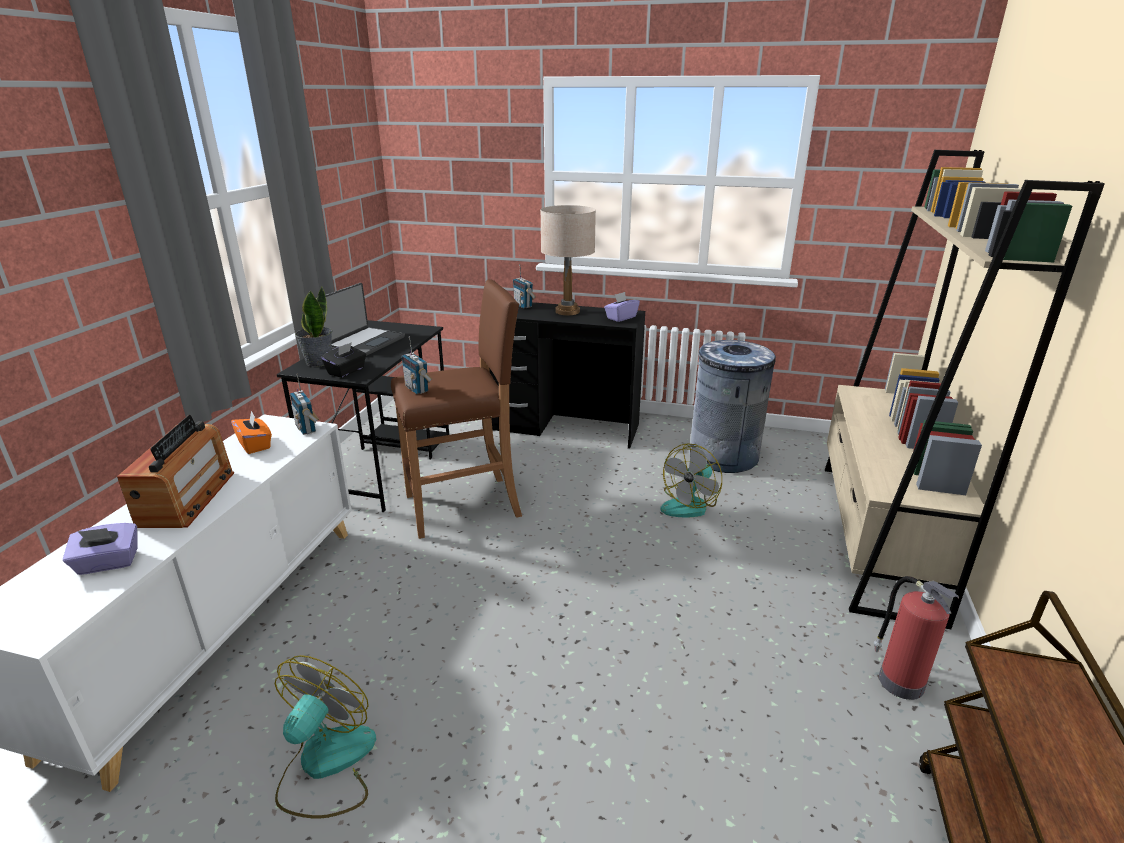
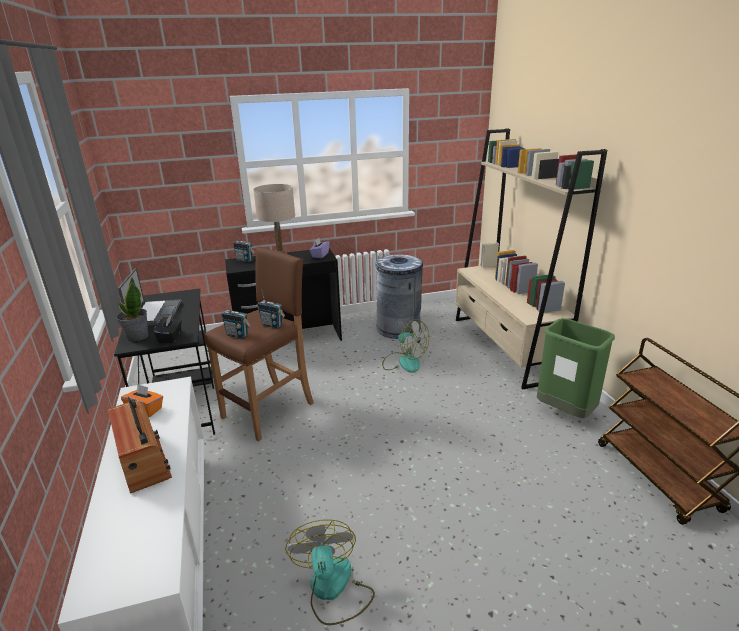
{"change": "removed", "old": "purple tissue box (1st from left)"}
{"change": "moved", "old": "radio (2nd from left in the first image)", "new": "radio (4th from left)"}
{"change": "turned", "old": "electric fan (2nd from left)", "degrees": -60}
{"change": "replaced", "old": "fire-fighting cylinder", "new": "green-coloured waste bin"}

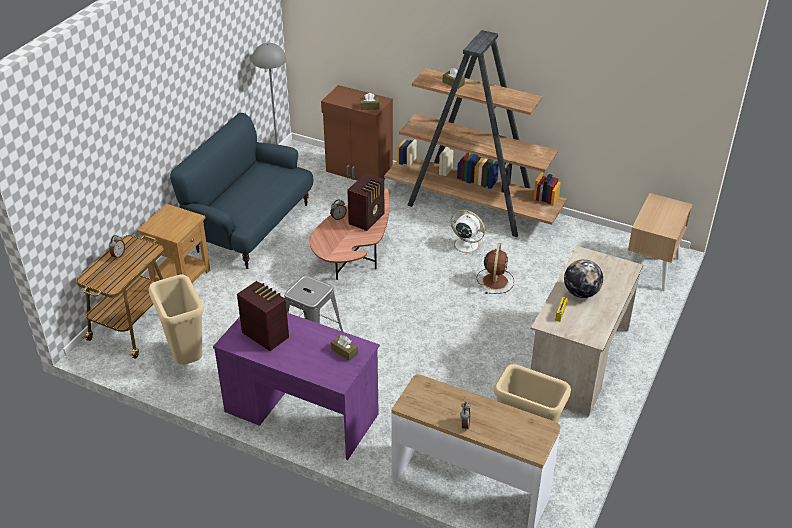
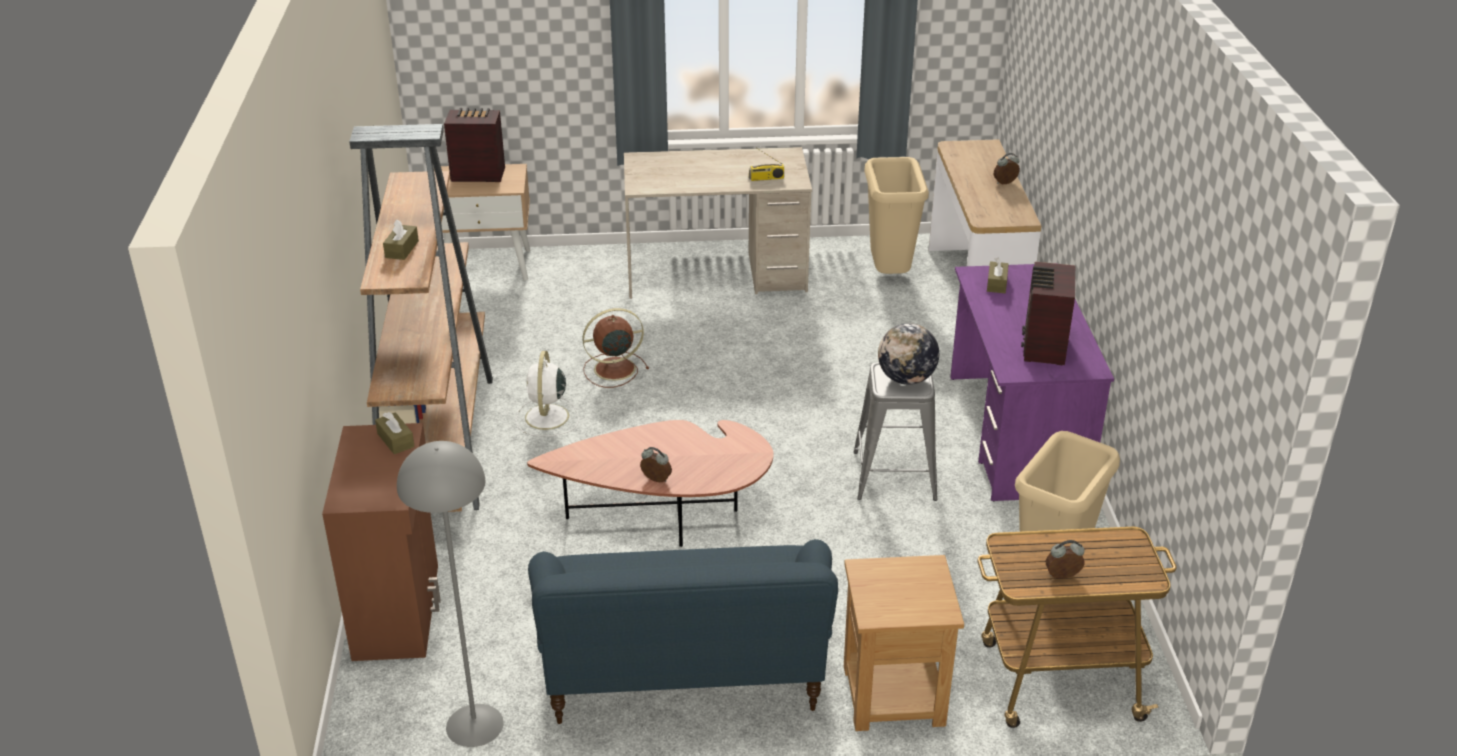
{"change": "moved", "old": "radio (2nd from left in the first image)", "new": "radio (1st from left)"}
{"change": "moved", "old": "world globe"}

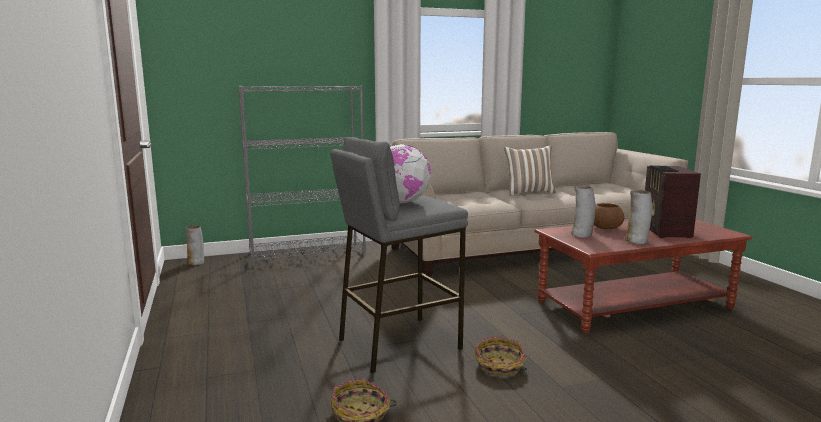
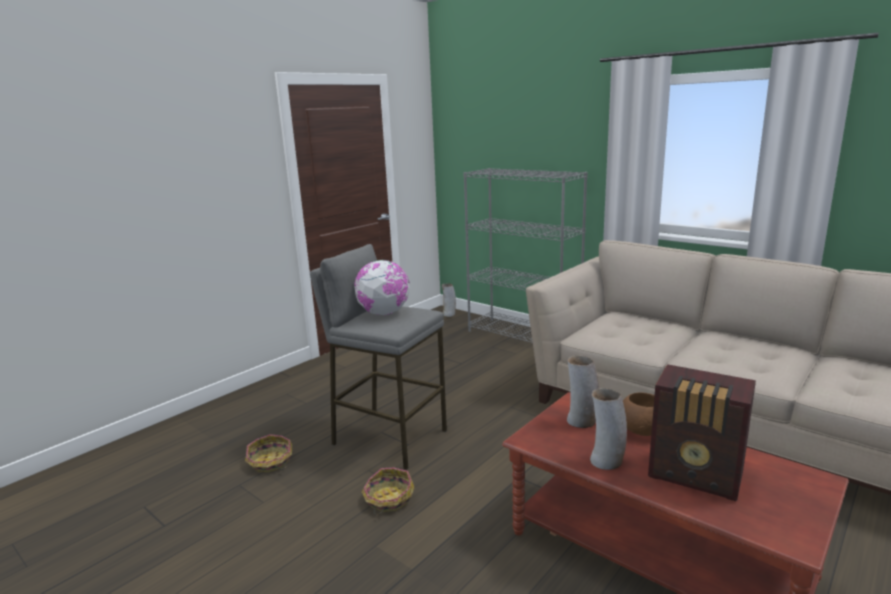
{"change": "removed", "old": "pillow"}
{"change": "turned", "old": "radio", "degrees": -120}

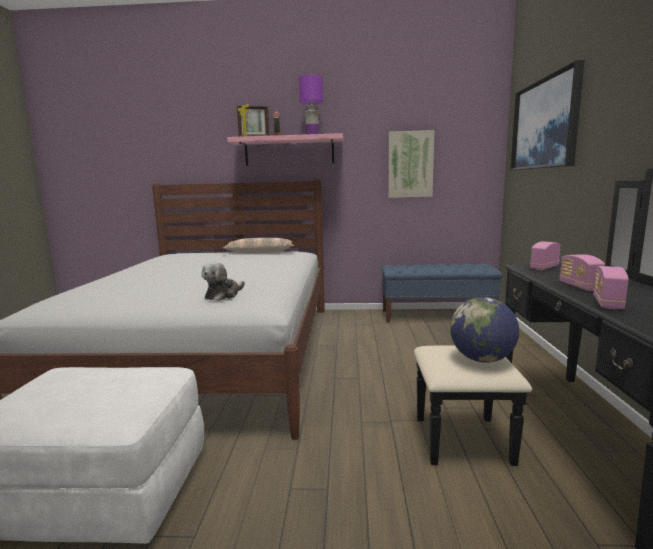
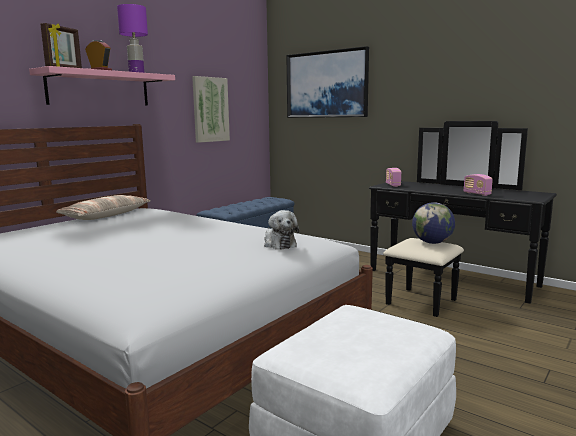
{"change": "removed", "old": "radio (2nd from left)"}

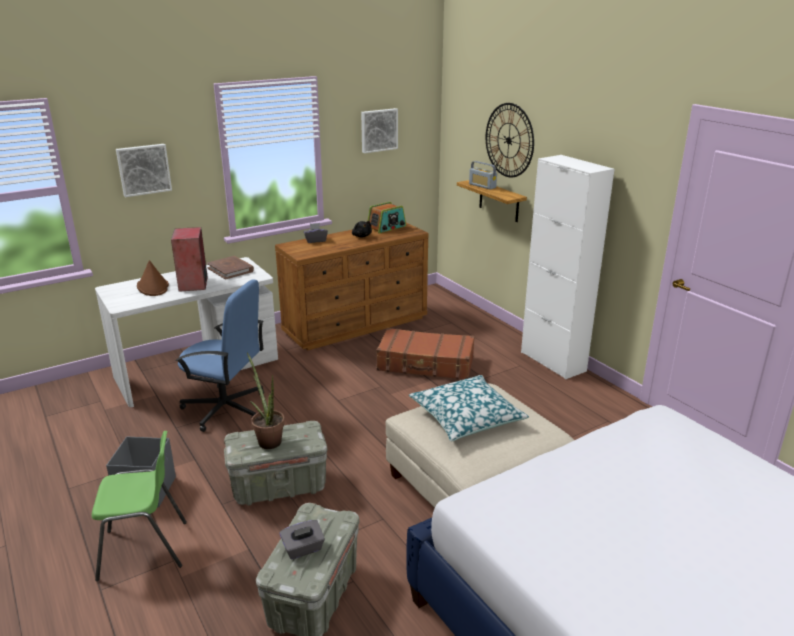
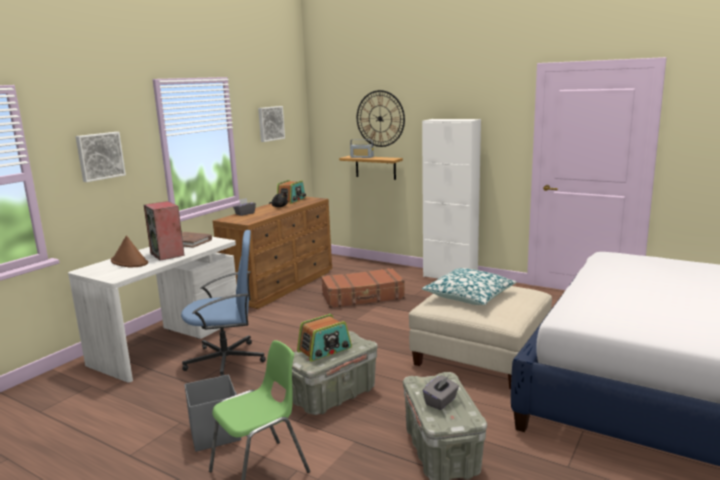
{"change": "replaced", "old": "houseplant", "new": "radio (2nd from left)"}

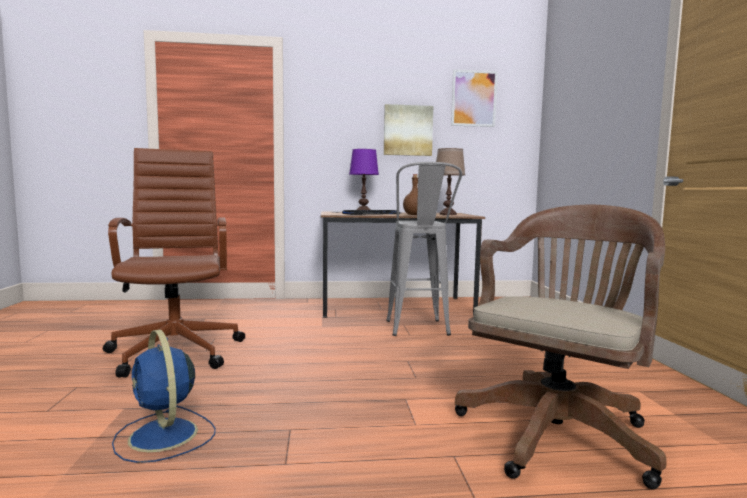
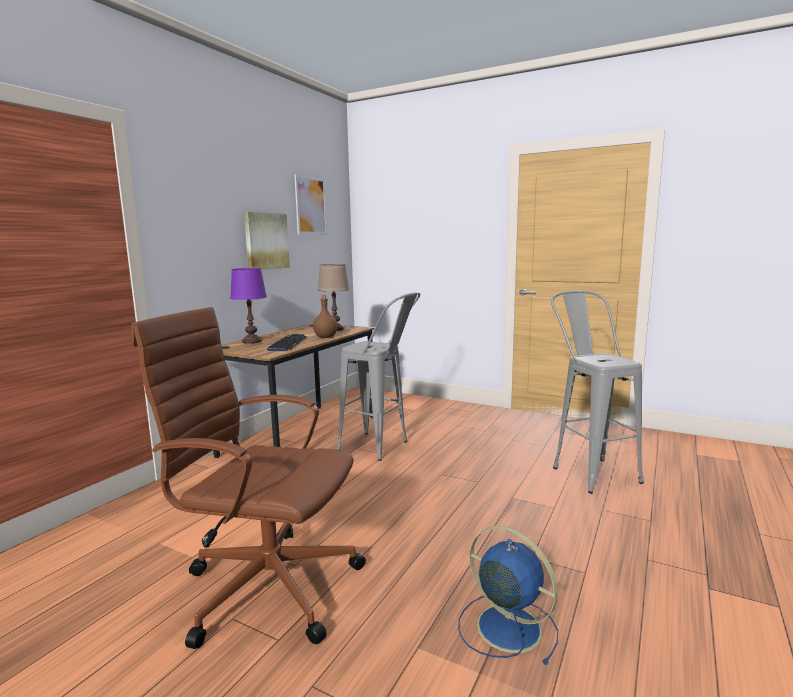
{"change": "turned", "old": "blue-coloured electric fan", "degrees": -135}
{"change": "replaced", "old": "brownish office chair (2nd from left)", "new": "gray stool (2nd from left)"}

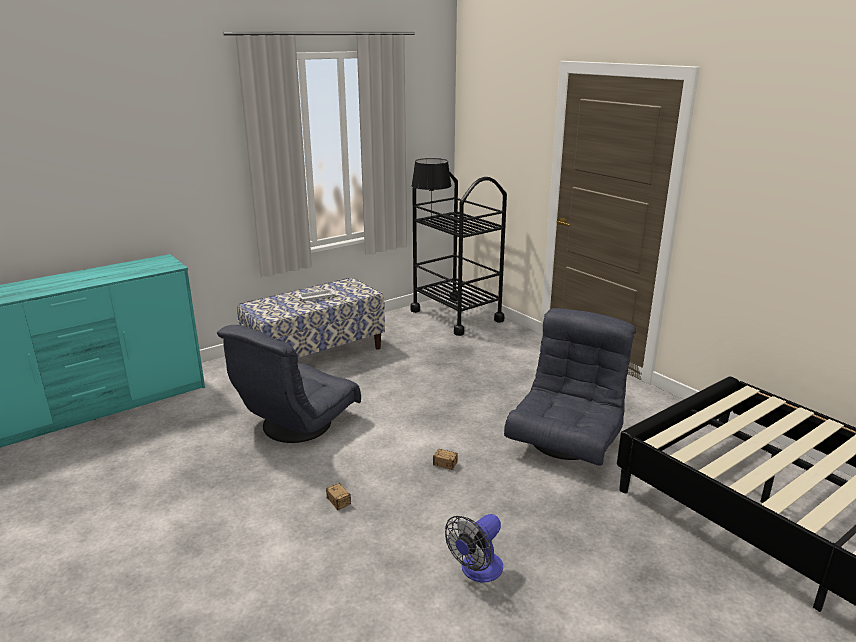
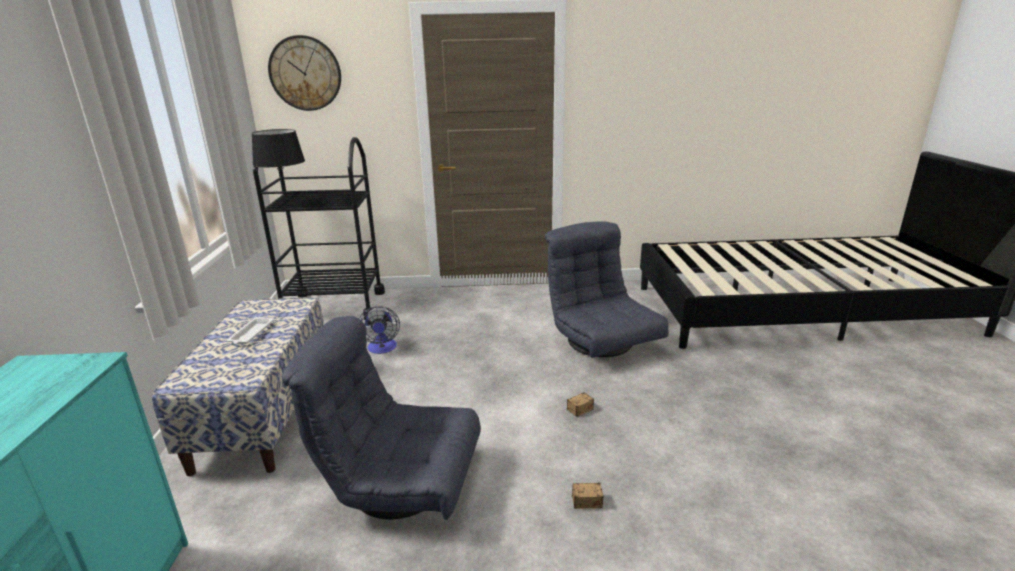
{"change": "turned", "old": "gray armchair (1st from left)", "degrees": 120}
{"change": "moved", "old": "electric fan"}
{"change": "added", "new": "clock on the wall"}

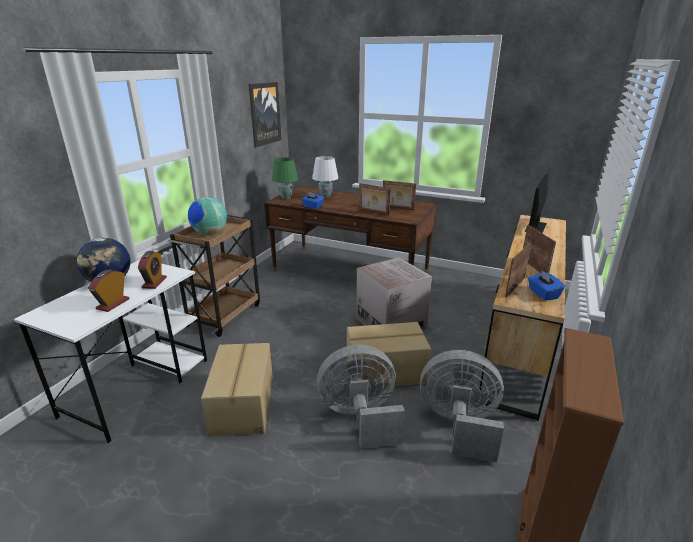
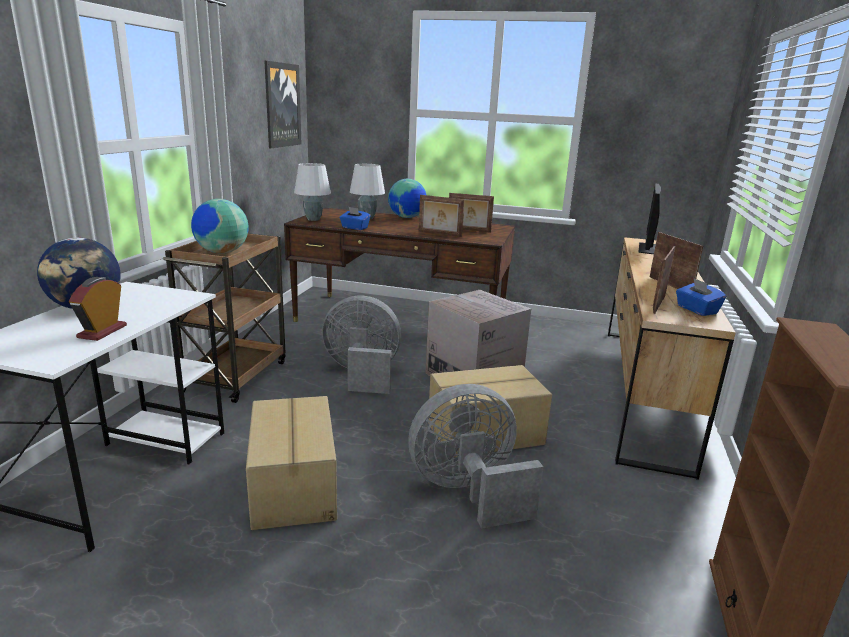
{"change": "removed", "old": "bedside clock (2nd from left)"}
{"change": "recoloured", "old": "green-coloured tabletop lamp", "new": "white-coloured tabletop lamp (1st from left)"}
{"change": "moved", "old": "gray electric fan (2nd from left in the first image)", "new": "gray electric fan (1st from left)"}
{"change": "added", "new": "world globe (3rd from left)"}

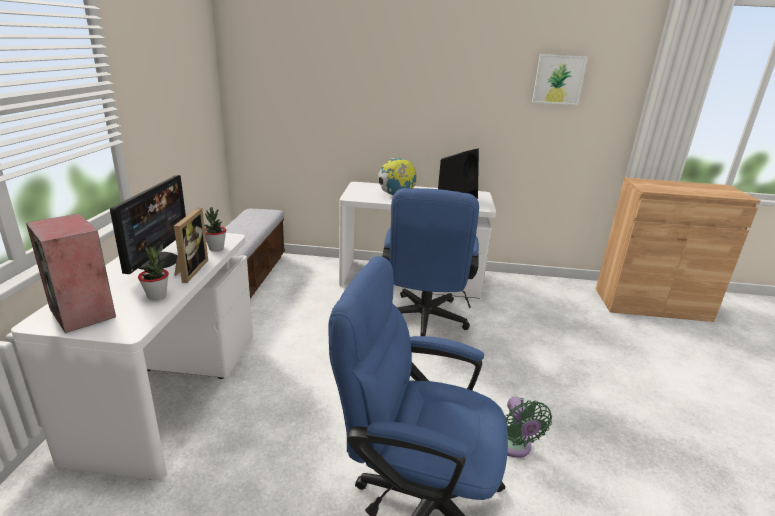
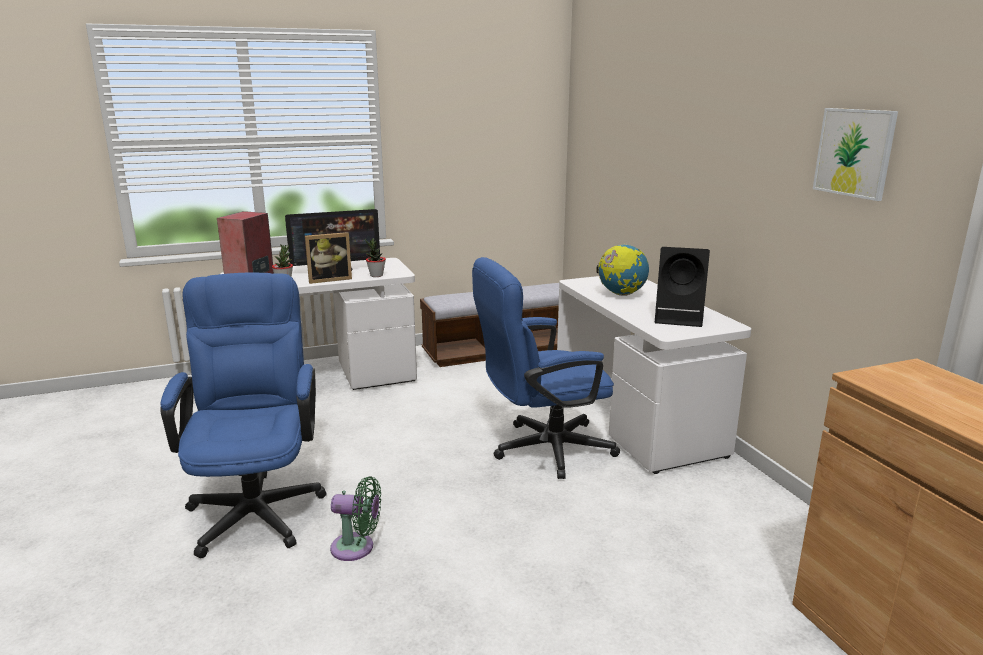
{"change": "turned", "old": "green-coloured electric fan", "degrees": -135}

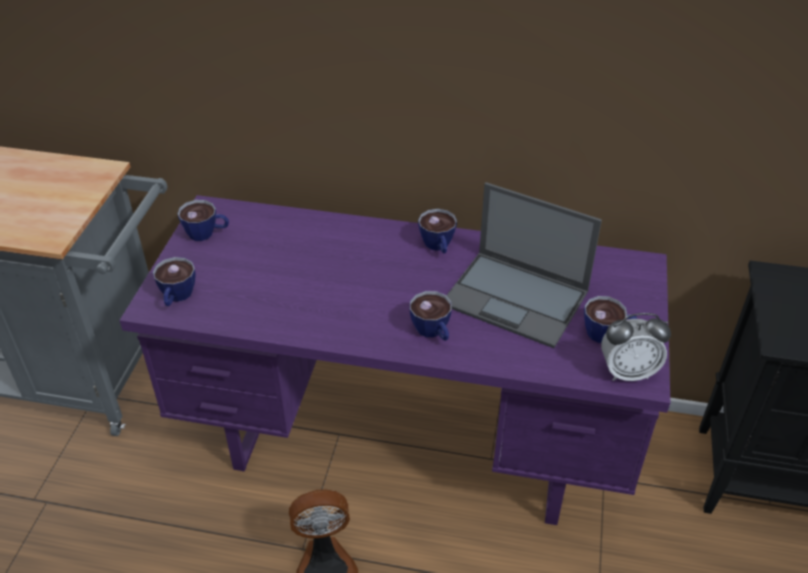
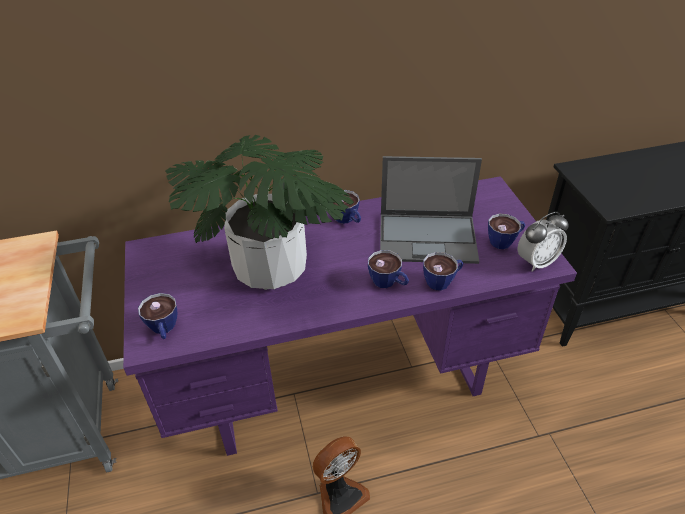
{"change": "moved", "old": "drinking cup (2nd from left in the first image)", "new": "drinking cup (4th from left)"}
{"change": "added", "new": "houseplant"}

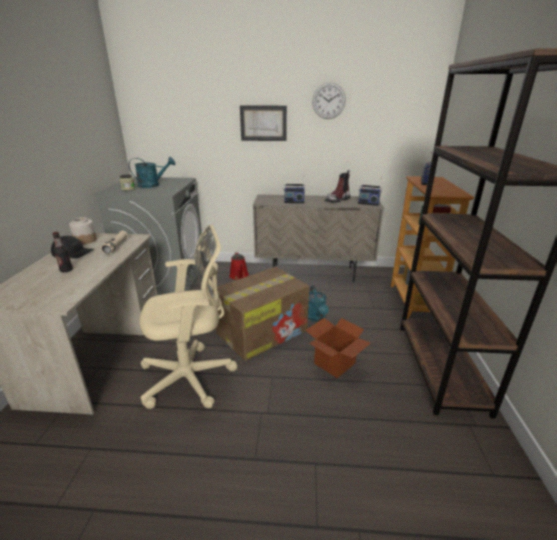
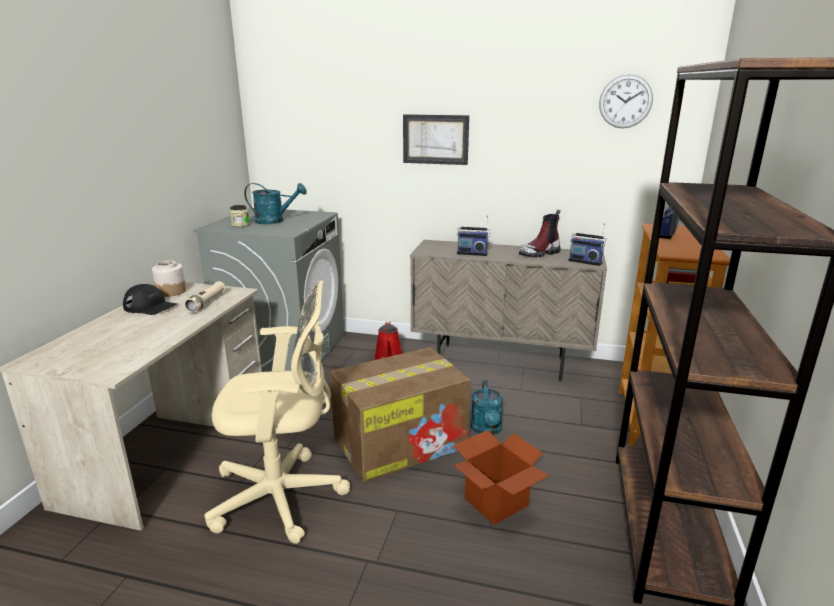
{"change": "removed", "old": "drink bottle"}
{"change": "moved", "old": "clock on the wall"}

